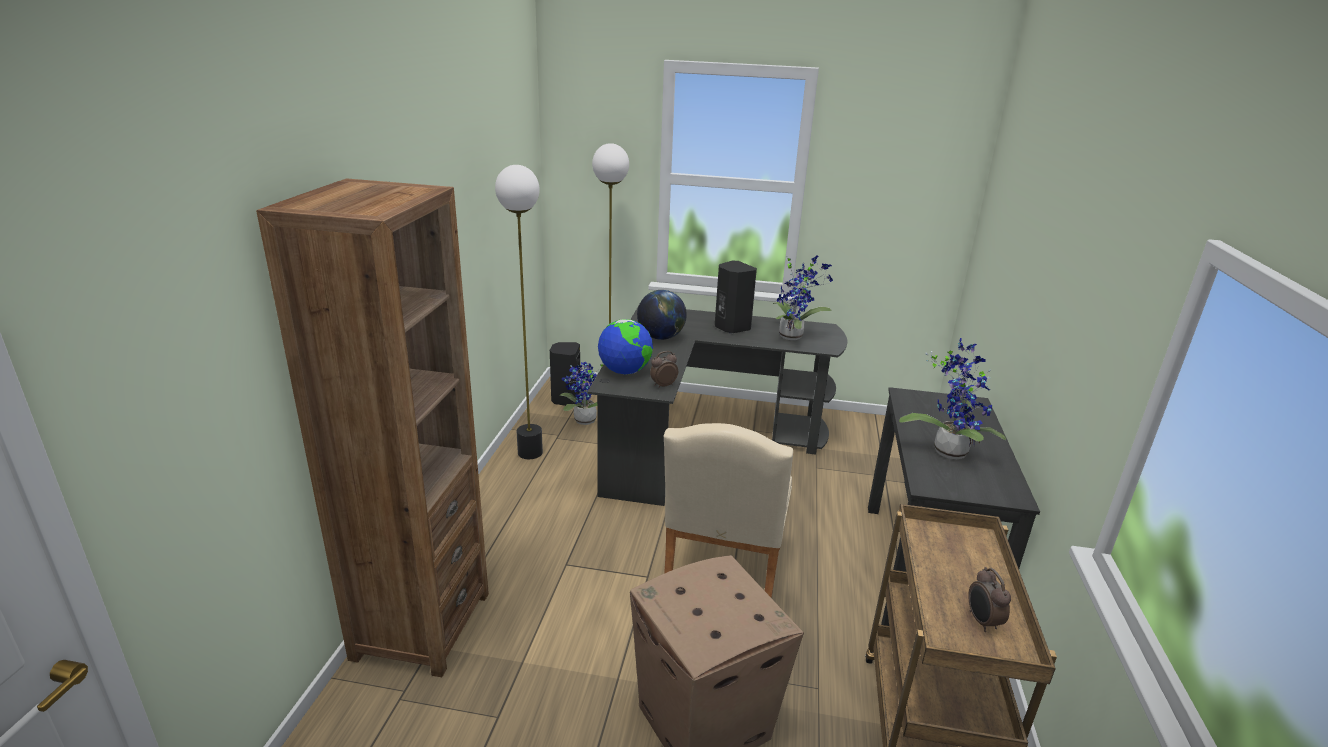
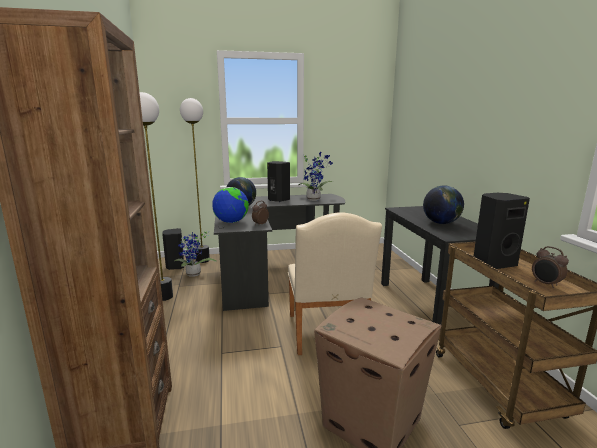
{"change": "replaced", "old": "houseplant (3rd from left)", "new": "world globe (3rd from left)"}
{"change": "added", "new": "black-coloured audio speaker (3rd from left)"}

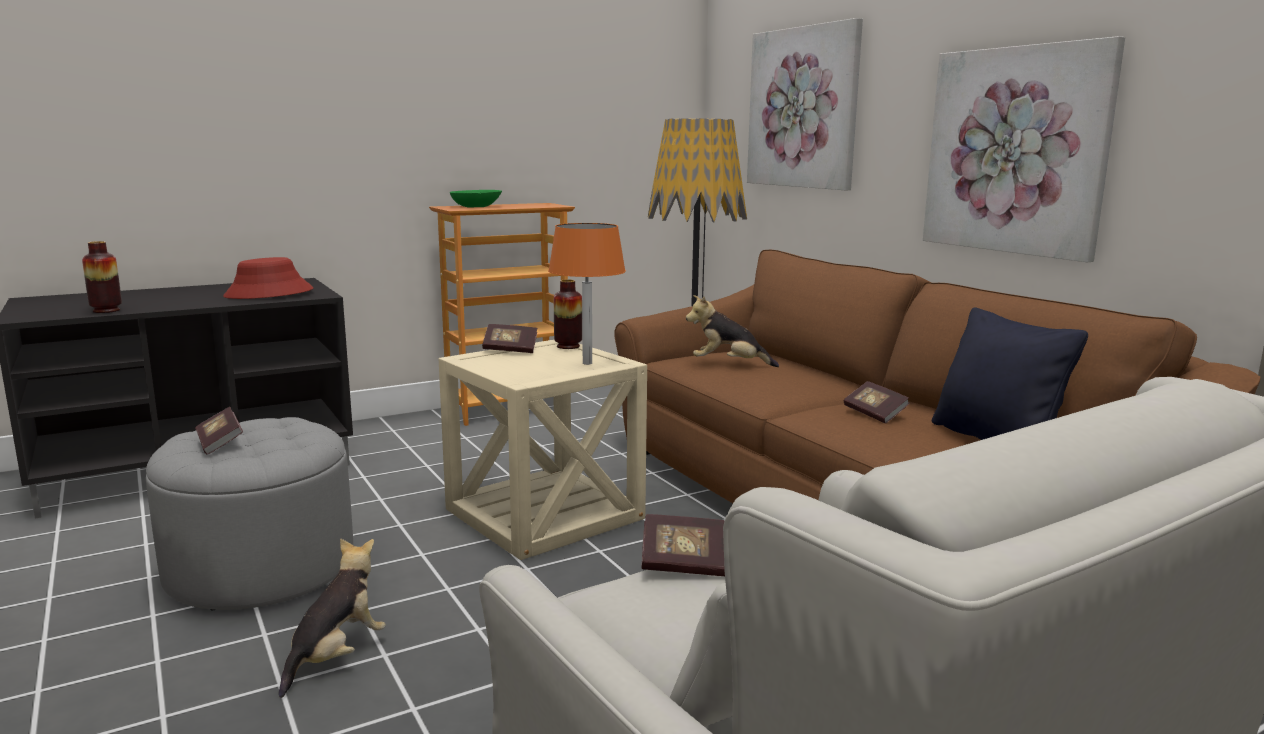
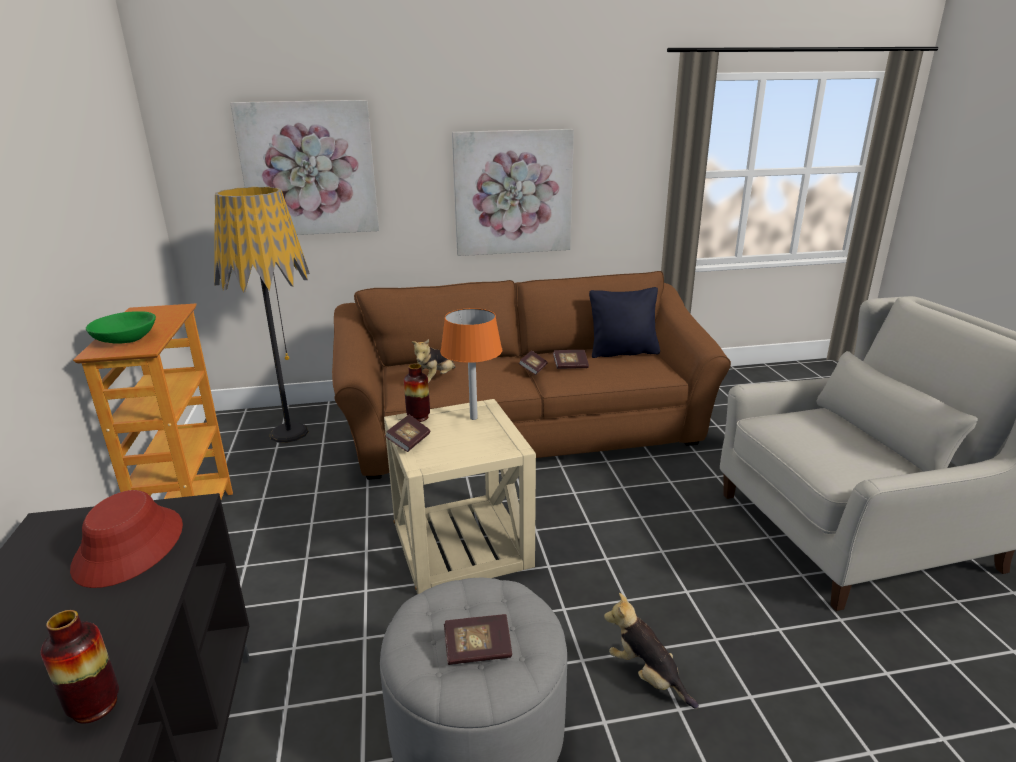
{"change": "moved", "old": "book (3rd from left)"}

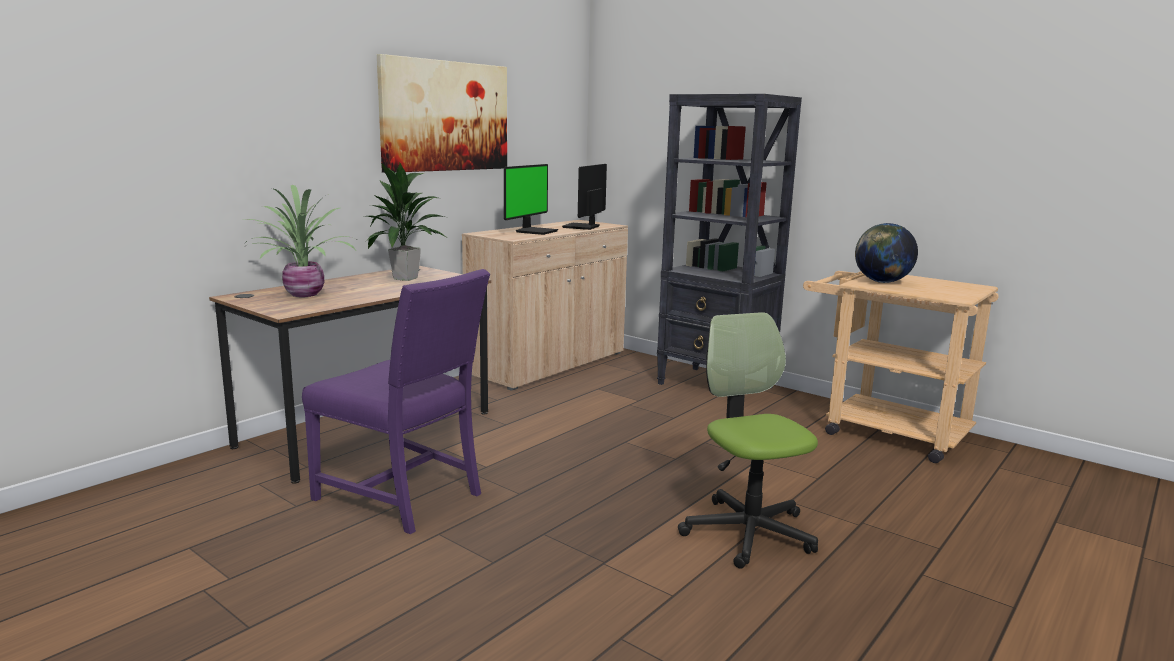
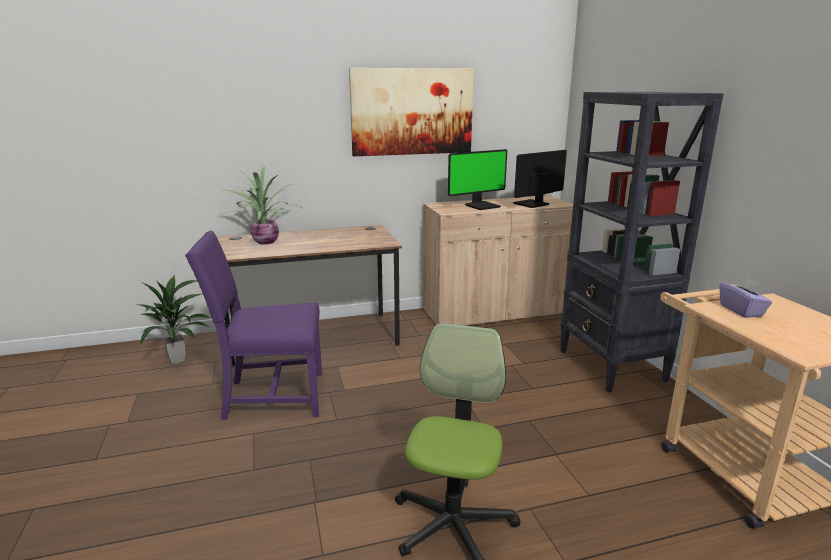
{"change": "turned", "old": "purple chair", "degrees": 105}
{"change": "moved", "old": "houseplant (2nd from left in the first image)", "new": "houseplant (1st from left)"}
{"change": "replaced", "old": "world globe", "new": "purple tissue box"}

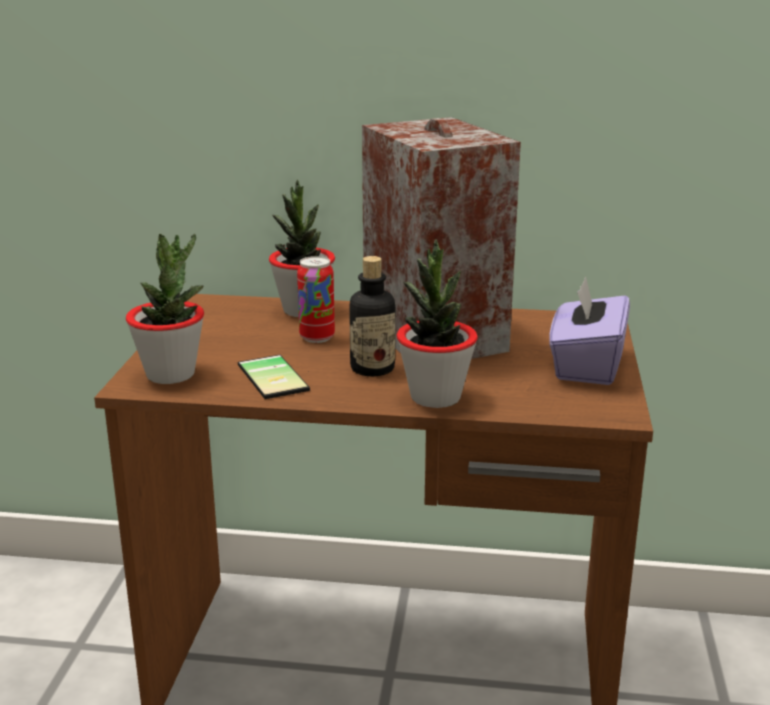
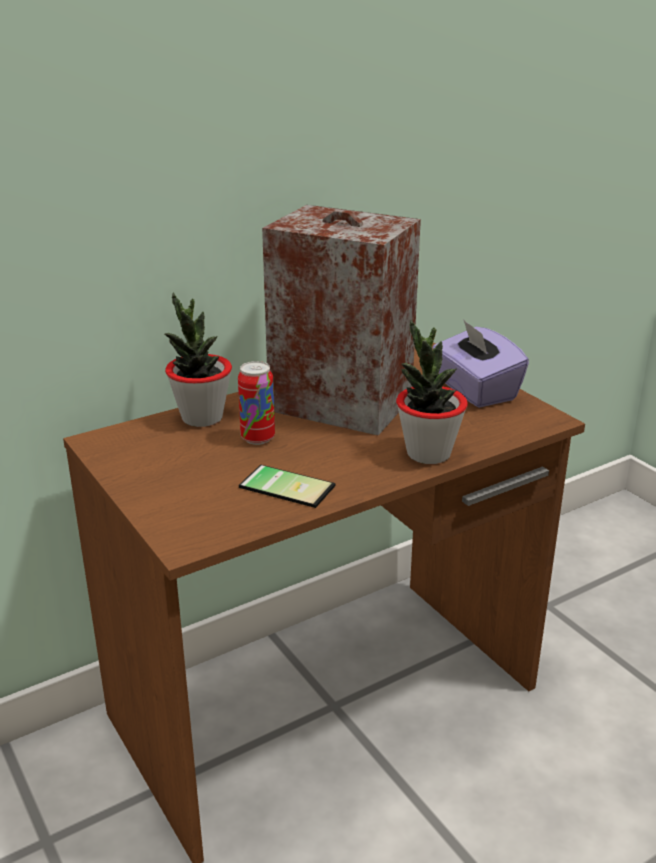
{"change": "removed", "old": "houseplant (1st from left)"}
{"change": "removed", "old": "drink bottle"}

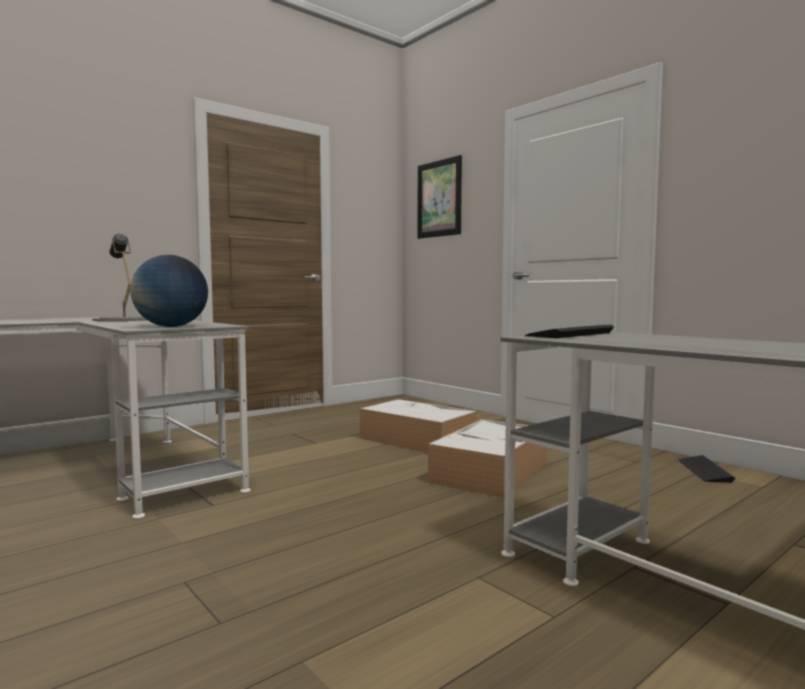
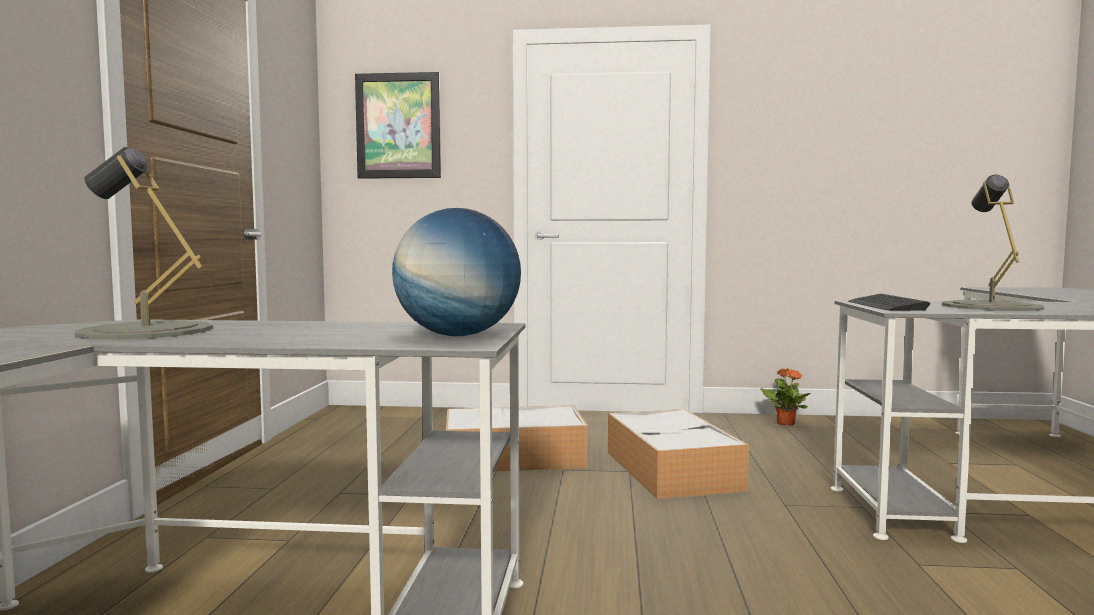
{"change": "replaced", "old": "keyboard (2nd from left)", "new": "houseplant"}
{"change": "added", "new": "gray tabletop lamp (2nd from left)"}

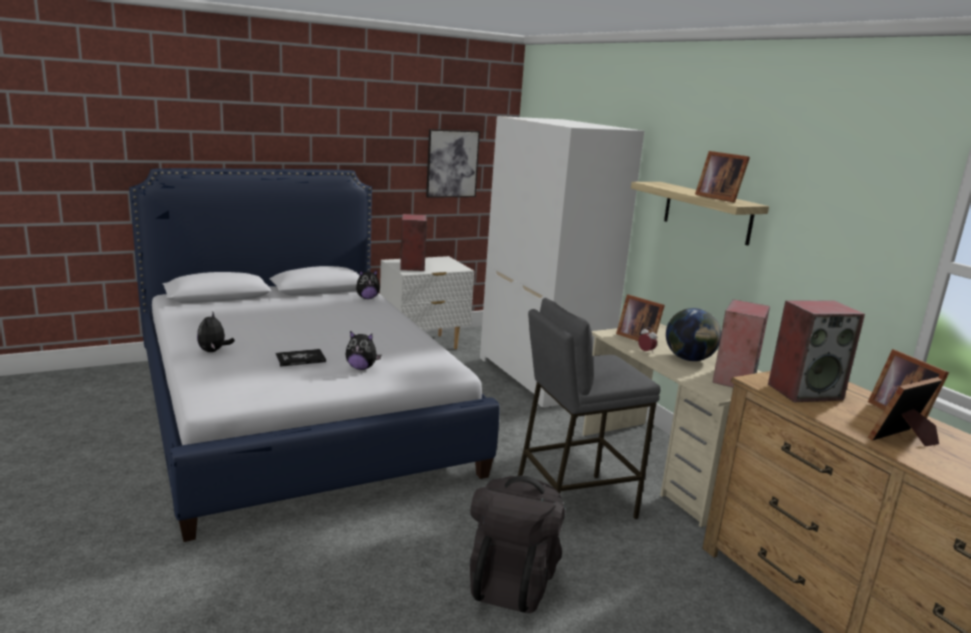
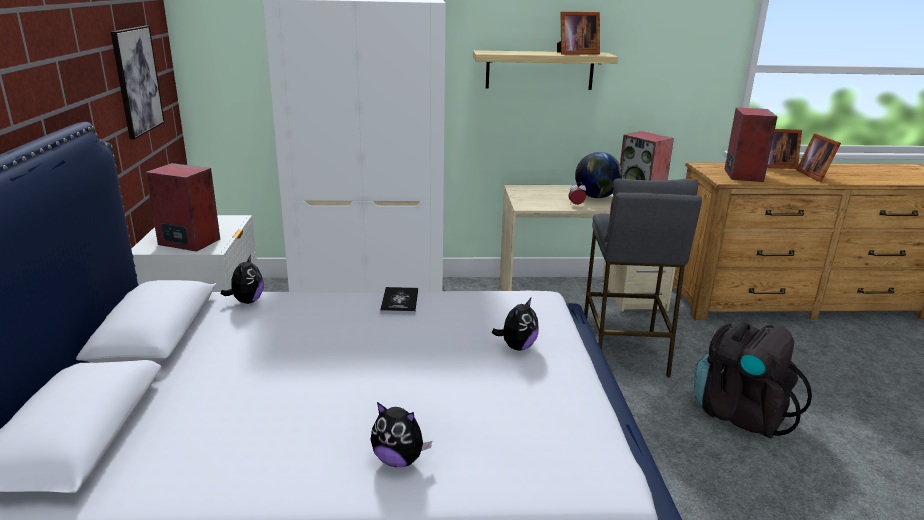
{"change": "moved", "old": "book"}
{"change": "removed", "old": "photo frame (1st from left)"}

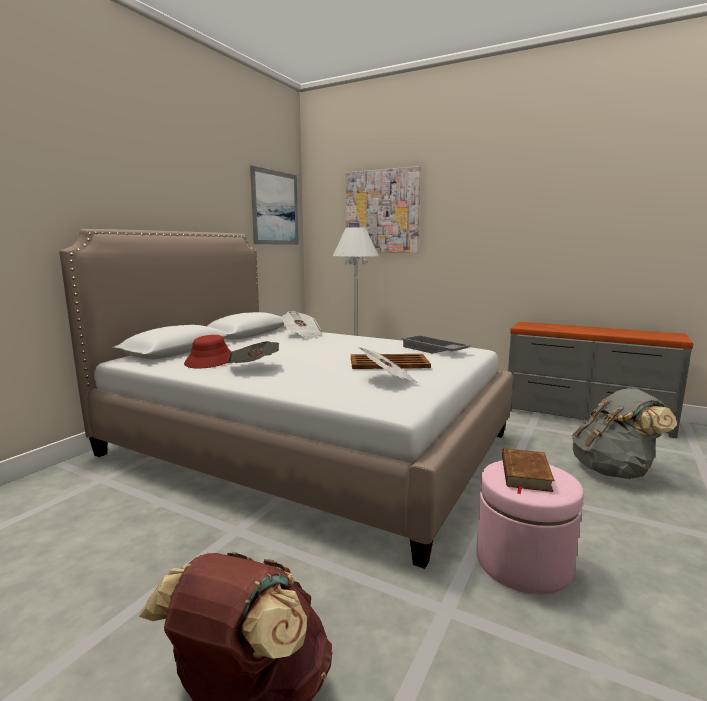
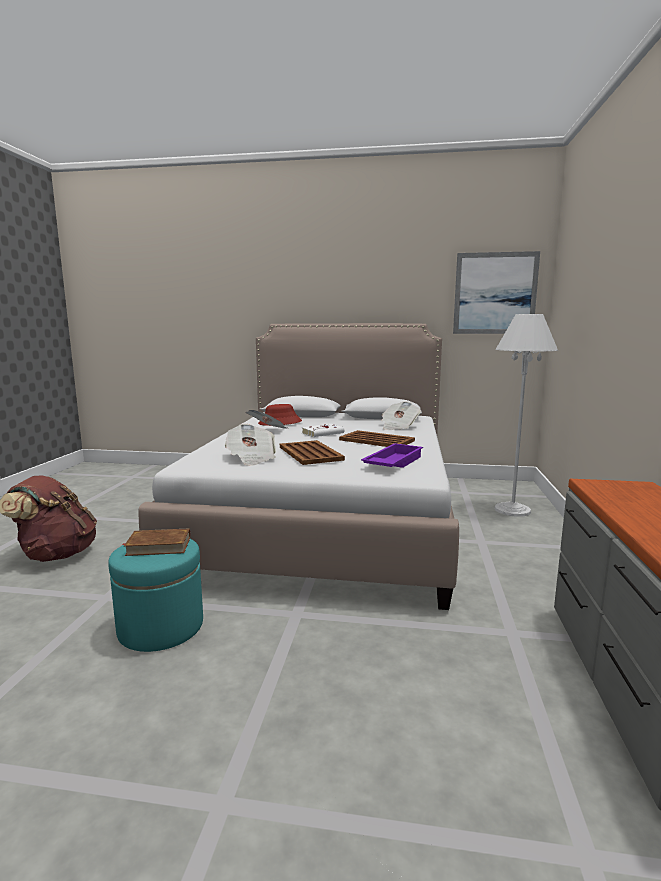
{"change": "removed", "old": "picture (2nd from left)"}
{"change": "recoloured", "old": "gray tray", "new": "purple tray"}
{"change": "recoloured", "old": "pink-coloured footrest", "new": "turquoise-coloured footrest"}
{"change": "removed", "old": "gray knapsack"}
{"change": "added", "new": "white-coloured book"}
{"change": "added", "new": "brownish tray (2nd from left)"}

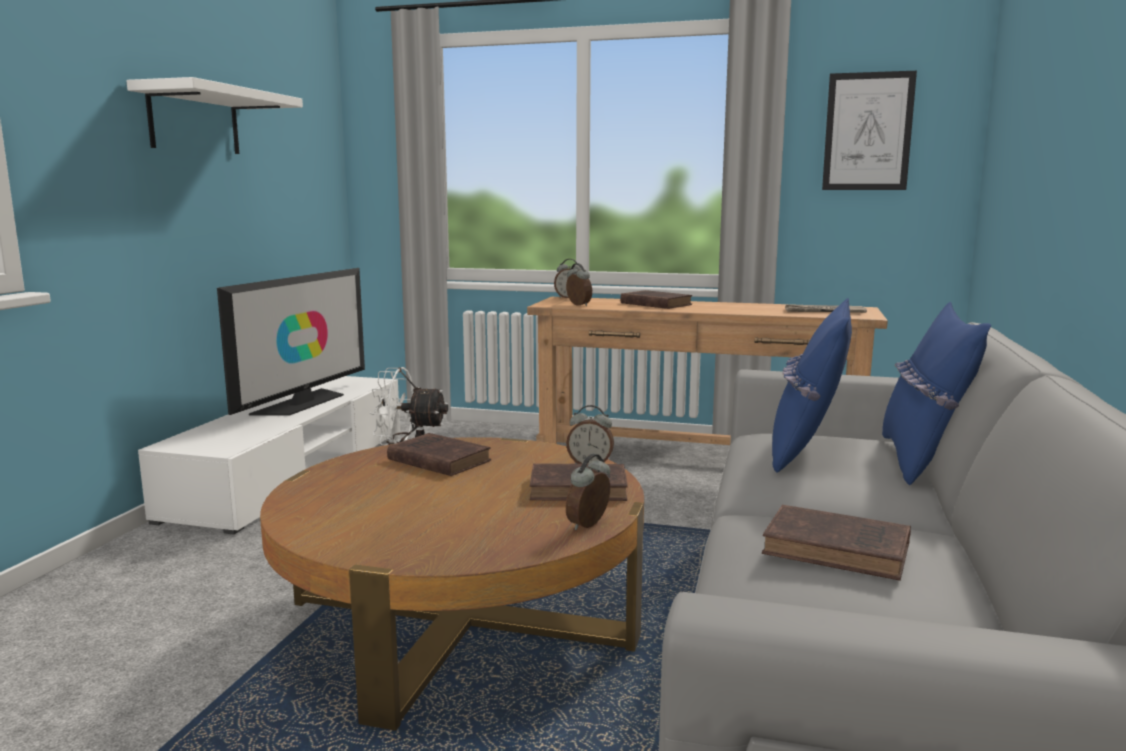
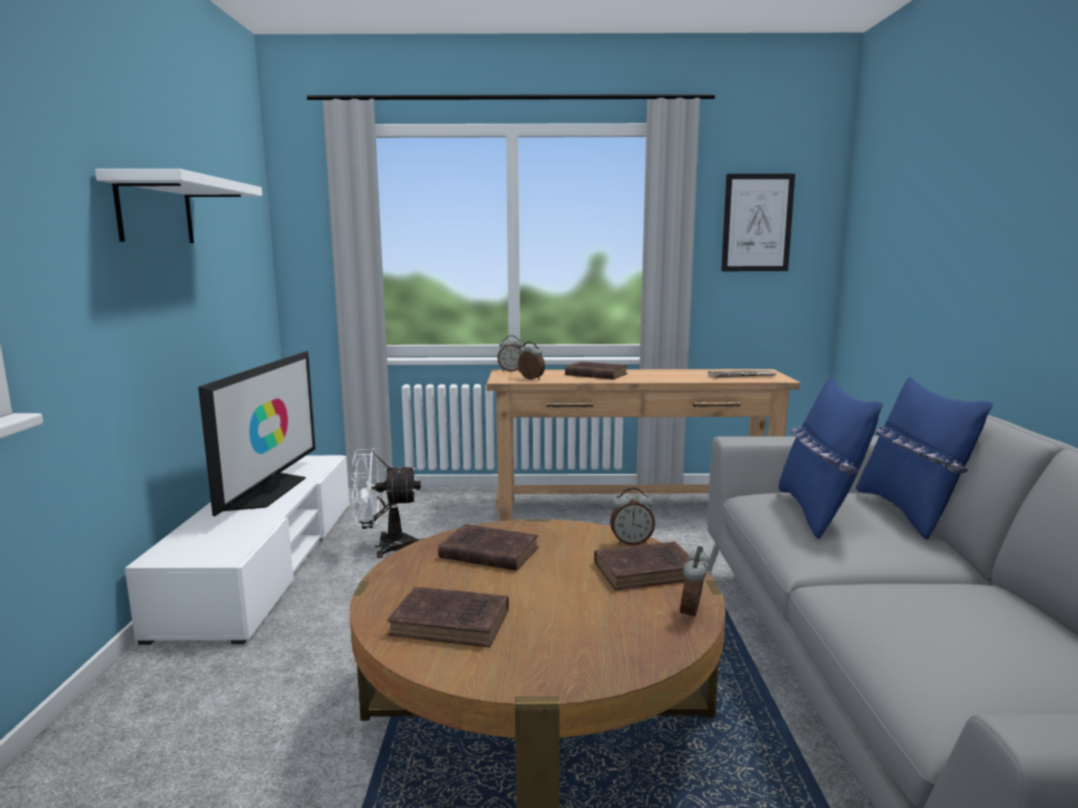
{"change": "moved", "old": "brownish book (4th from left in the first image)", "new": "brownish book (1st from left)"}

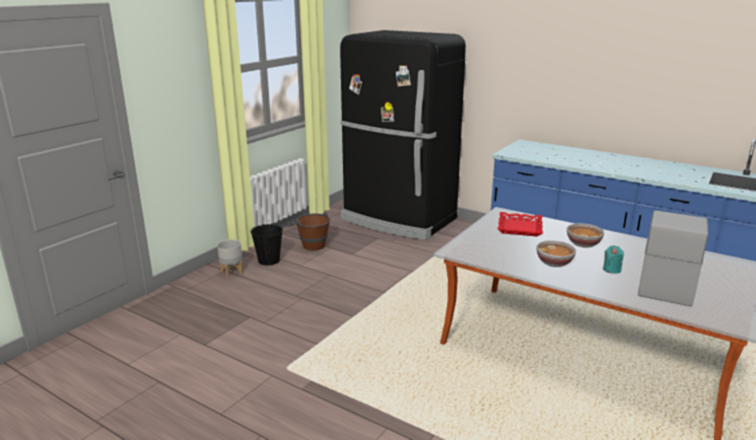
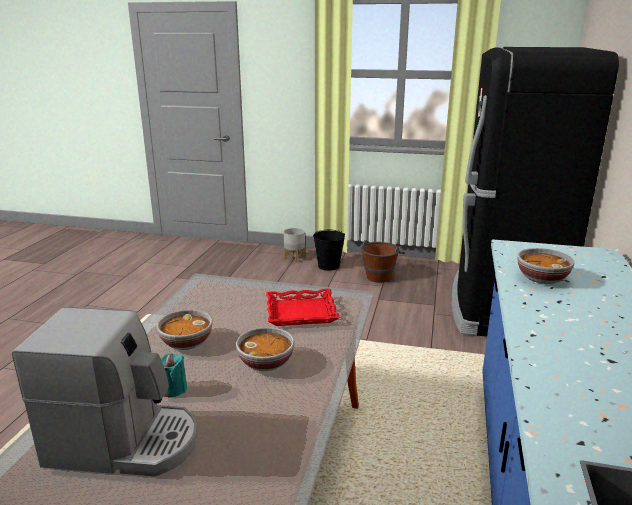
{"change": "added", "new": "deep dish (3rd from left)"}

